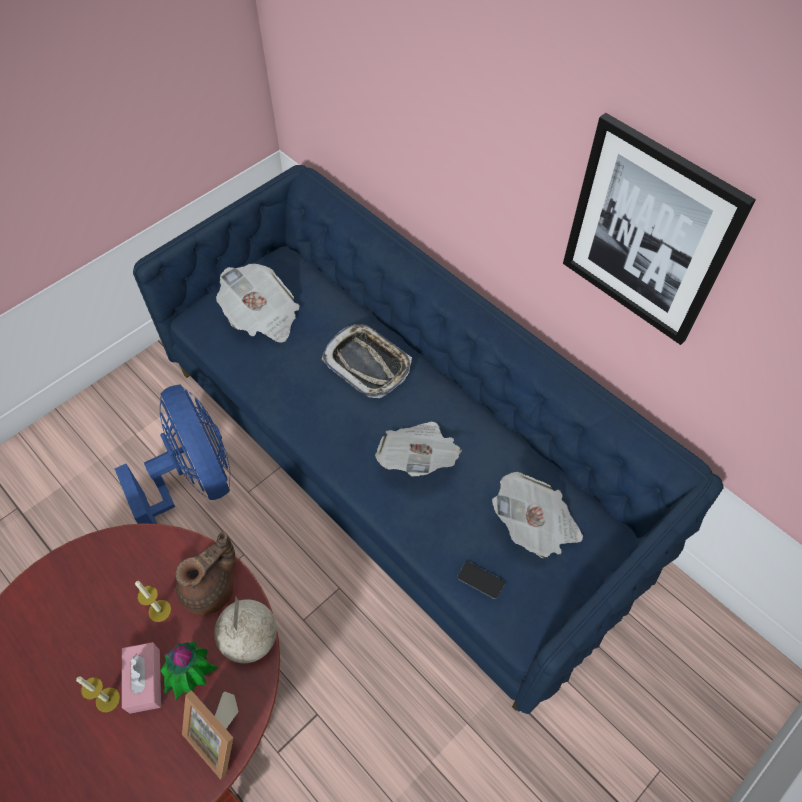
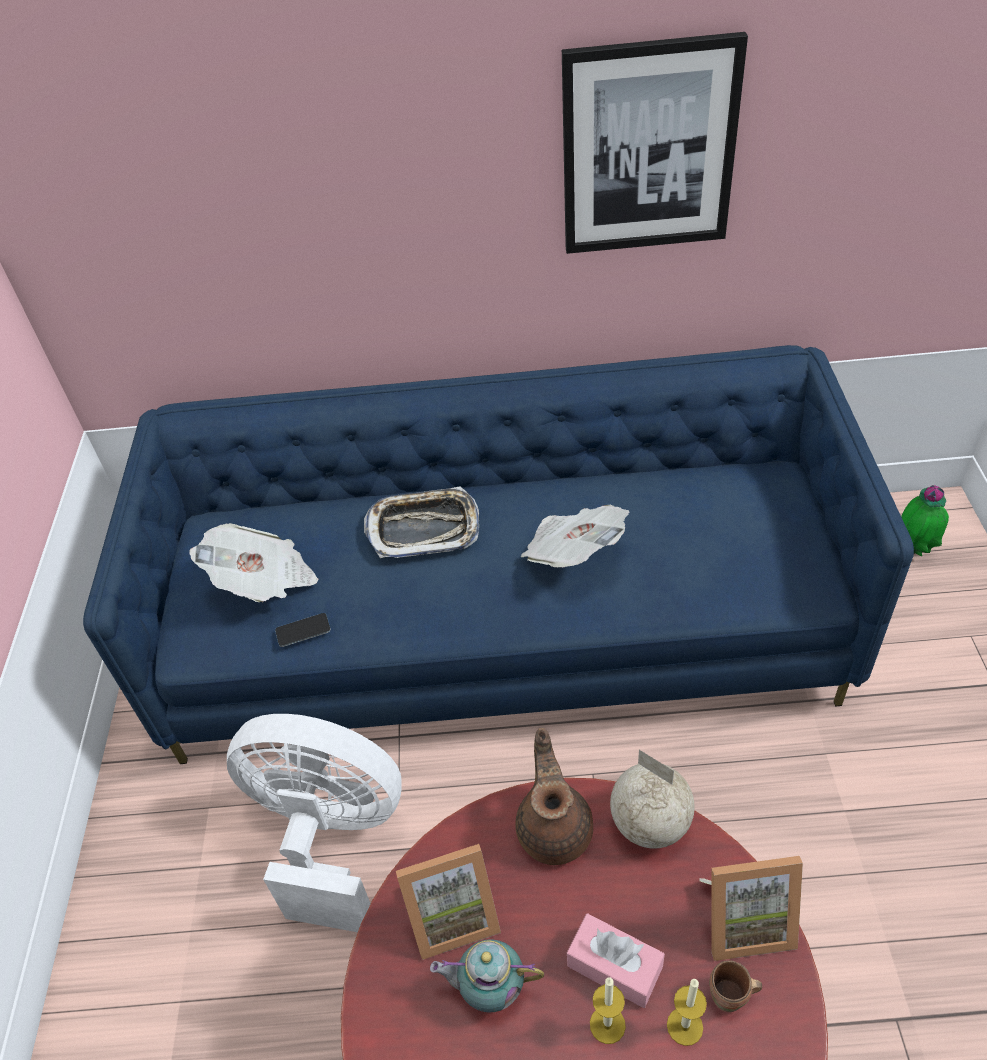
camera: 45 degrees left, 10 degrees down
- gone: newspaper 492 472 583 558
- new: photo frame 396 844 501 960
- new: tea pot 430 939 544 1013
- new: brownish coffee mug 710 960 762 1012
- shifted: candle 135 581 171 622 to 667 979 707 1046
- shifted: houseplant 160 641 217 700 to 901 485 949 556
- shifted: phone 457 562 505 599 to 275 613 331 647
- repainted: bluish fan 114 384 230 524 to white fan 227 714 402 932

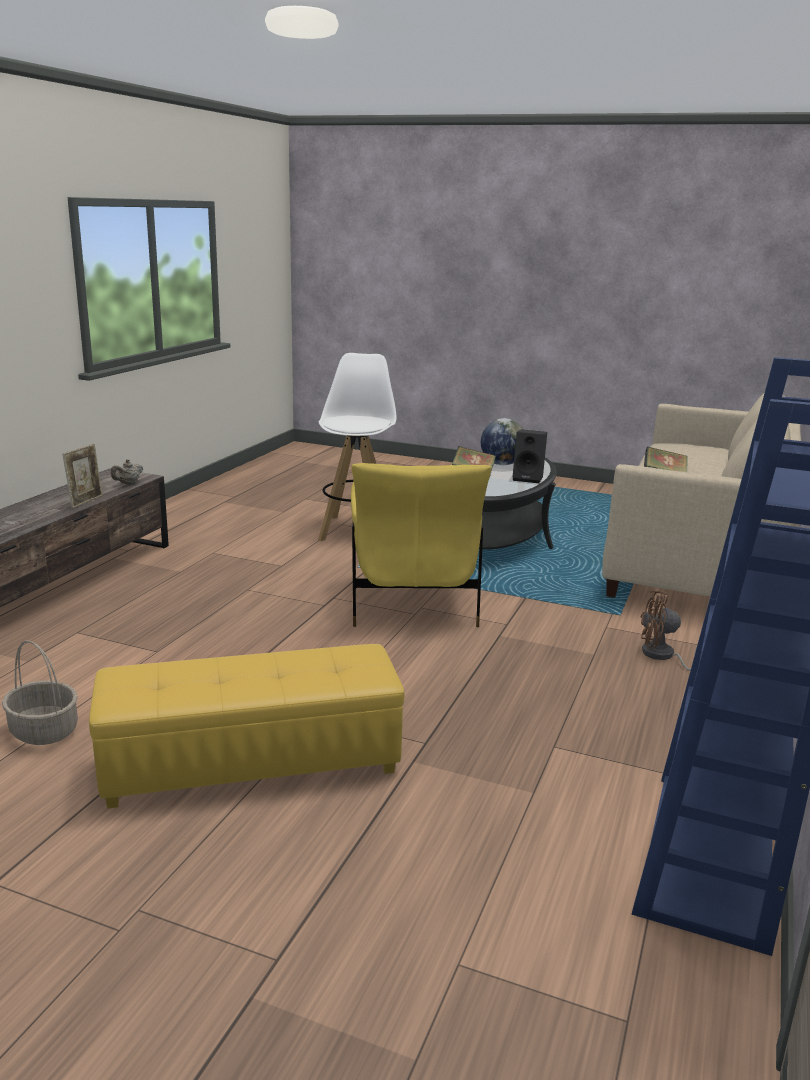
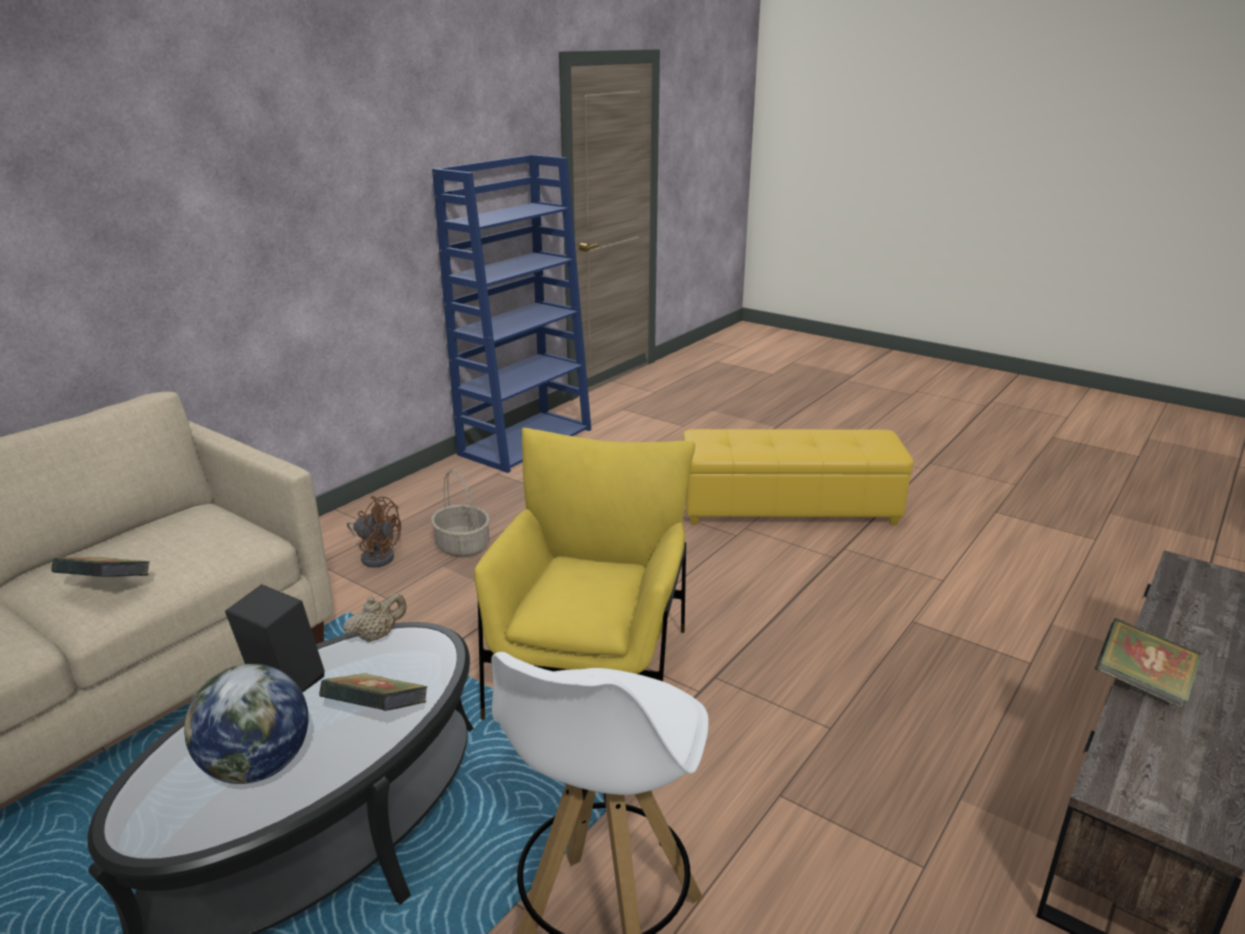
camera: 165 degrees left, 5 degrees up
- shifted: basket 2 641 78 745 to 431 470 490 557
- shifted: beige tea pot 111 459 143 485 to 343 593 407 643
- swapped: photo frame 63 444 103 508 to bound book 1095 618 1202 708

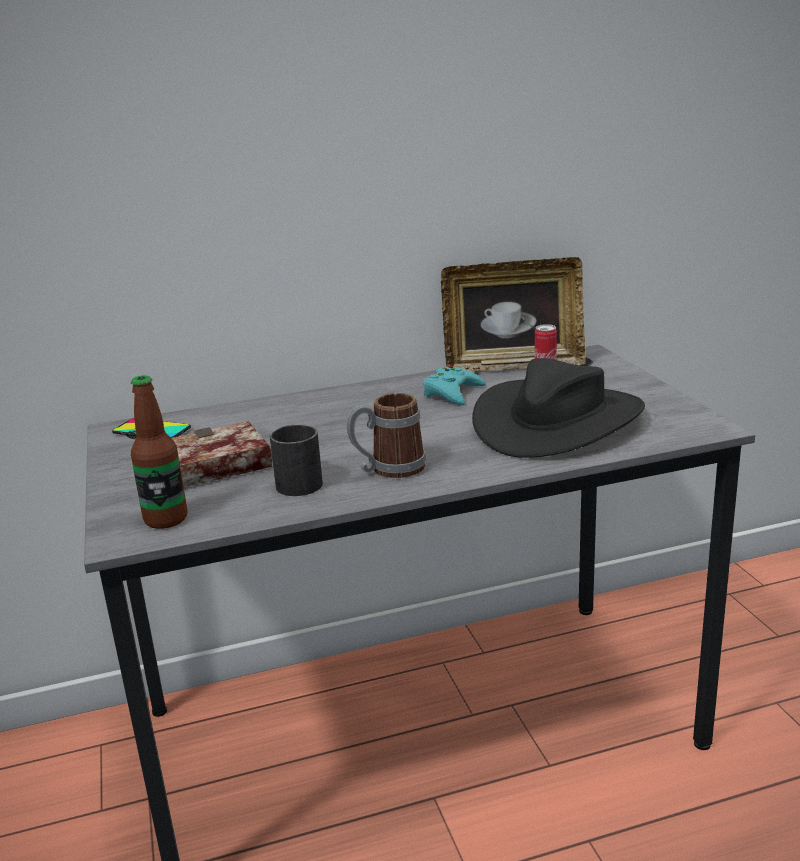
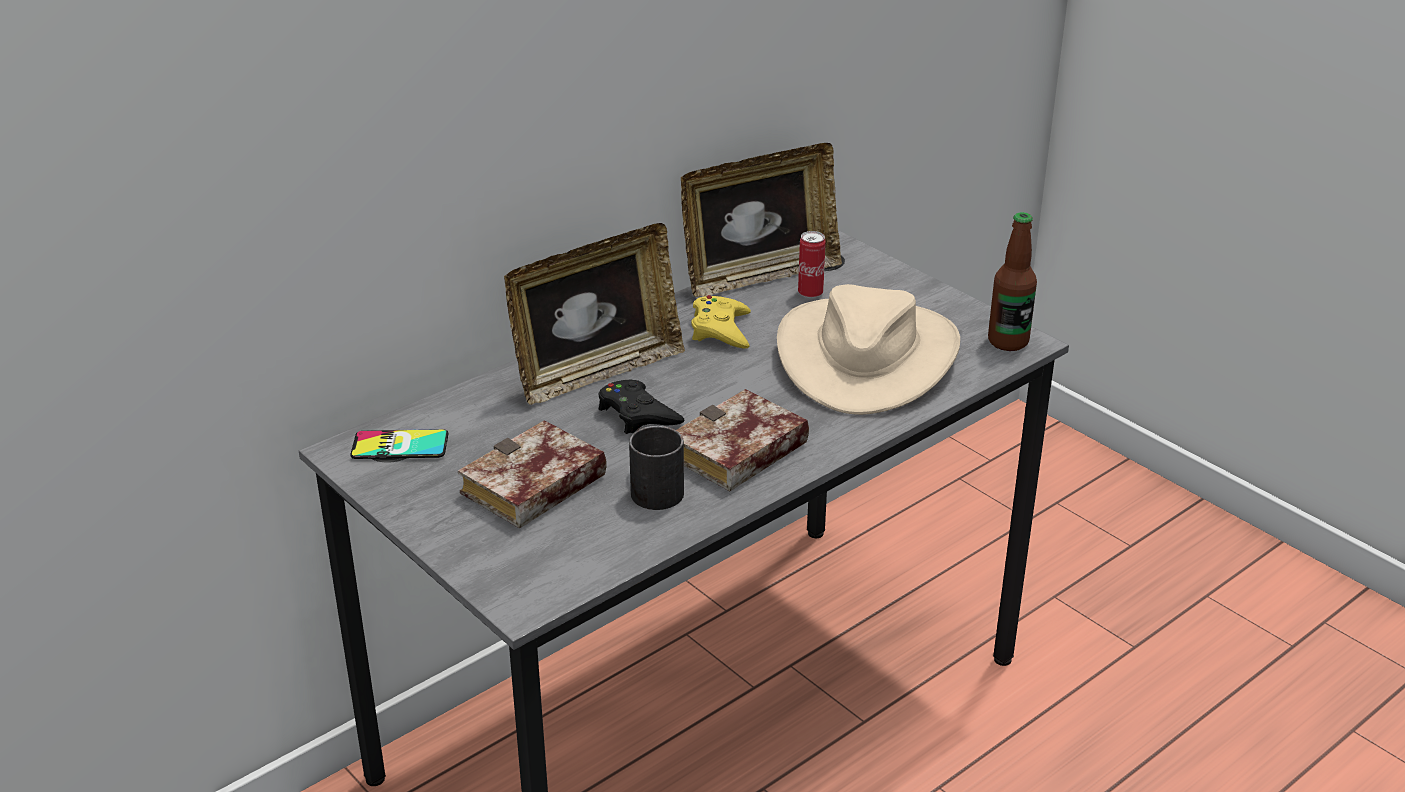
camera: 25 degrees left, 10 degrees up
- new: photo frame 504 223 685 405
- new: blackish gamepad 598 380 684 434
- shifted: bottle 131 375 187 529 to 988 212 1037 351
- swapped: coffee mug 347 393 426 478 to bound book 676 389 809 492
- repainted: turquoise gamepad 423 366 486 406 to yellow gamepad 691 295 751 349
- repainted: blackish clothing hat 472 358 645 458 to beige clothing hat 777 284 960 415

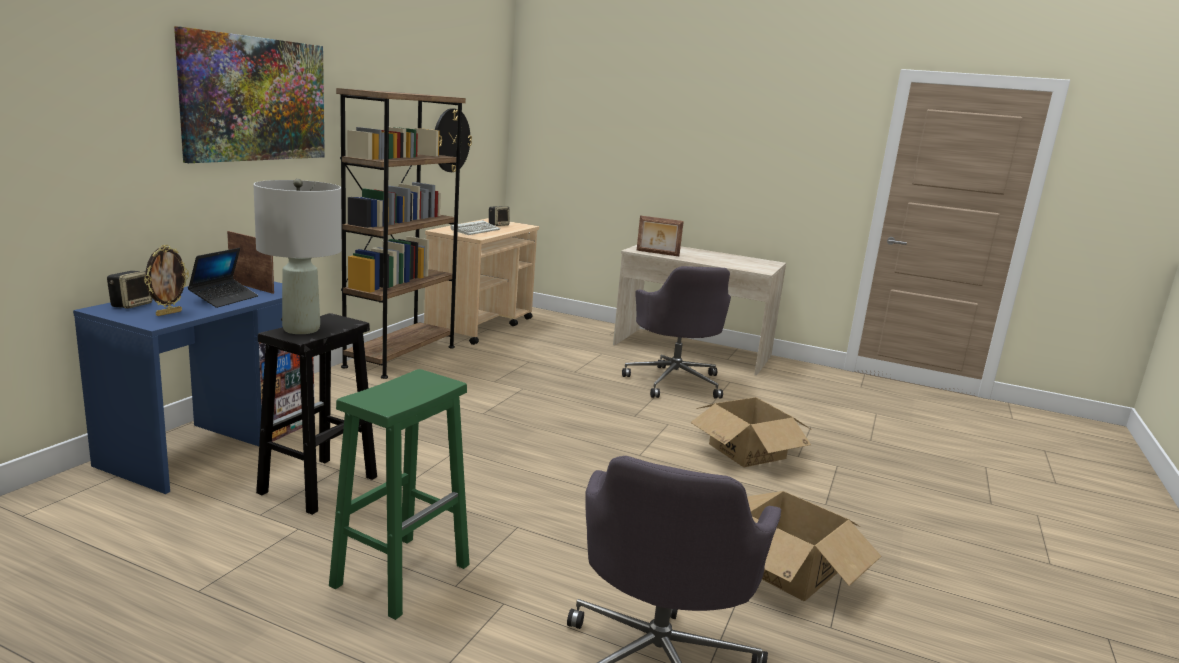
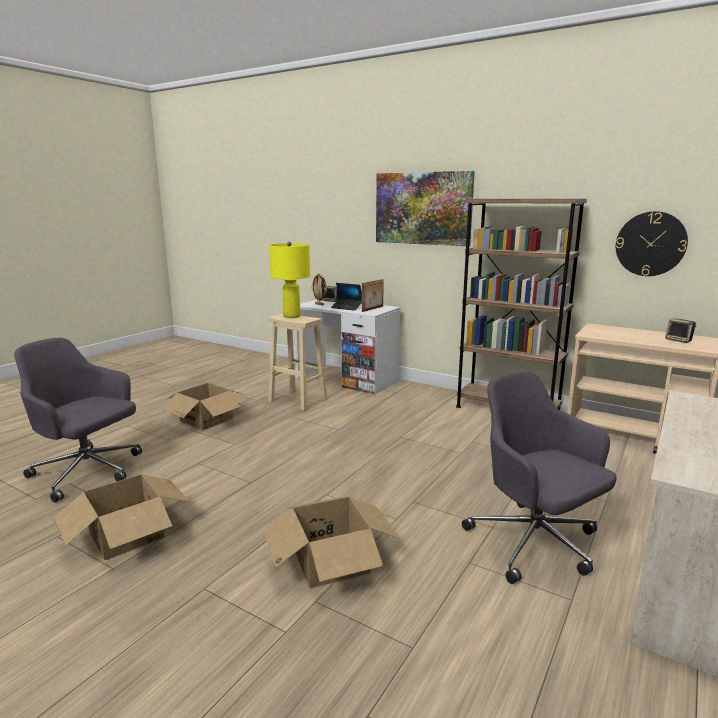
camera: 100 degrees right, 0 degrees up
- gone: PC keyboard 451 220 500 235
- gone: photo frame 637 215 684 256
- swapped: green-coloured stool seat 329 369 469 620 to carton 161 383 246 430
- repainted: bluish desk 73 282 315 494 to white desk 295 300 401 394
- repainted: grey table lamp 253 179 342 334 to yellow table lamp 269 242 310 318
- repainted: blackish stool seat 256 313 377 515 to beige stool seat 268 314 328 411
- rotated: grey office chair 622 266 731 398 = 462 370 616 584 60 degrees clockwise

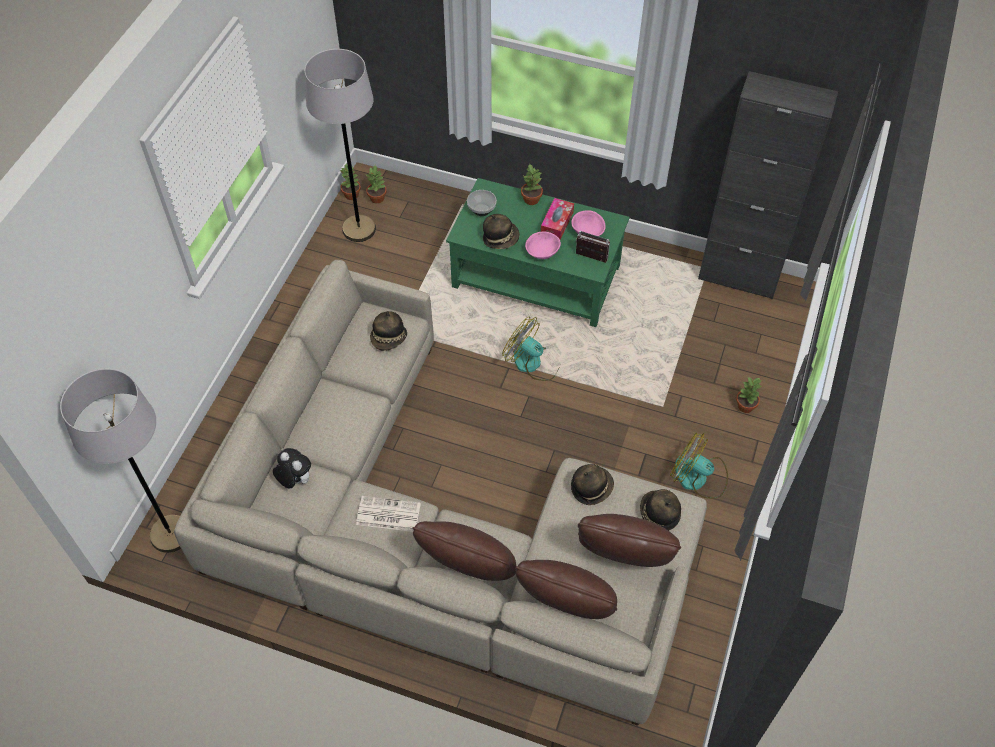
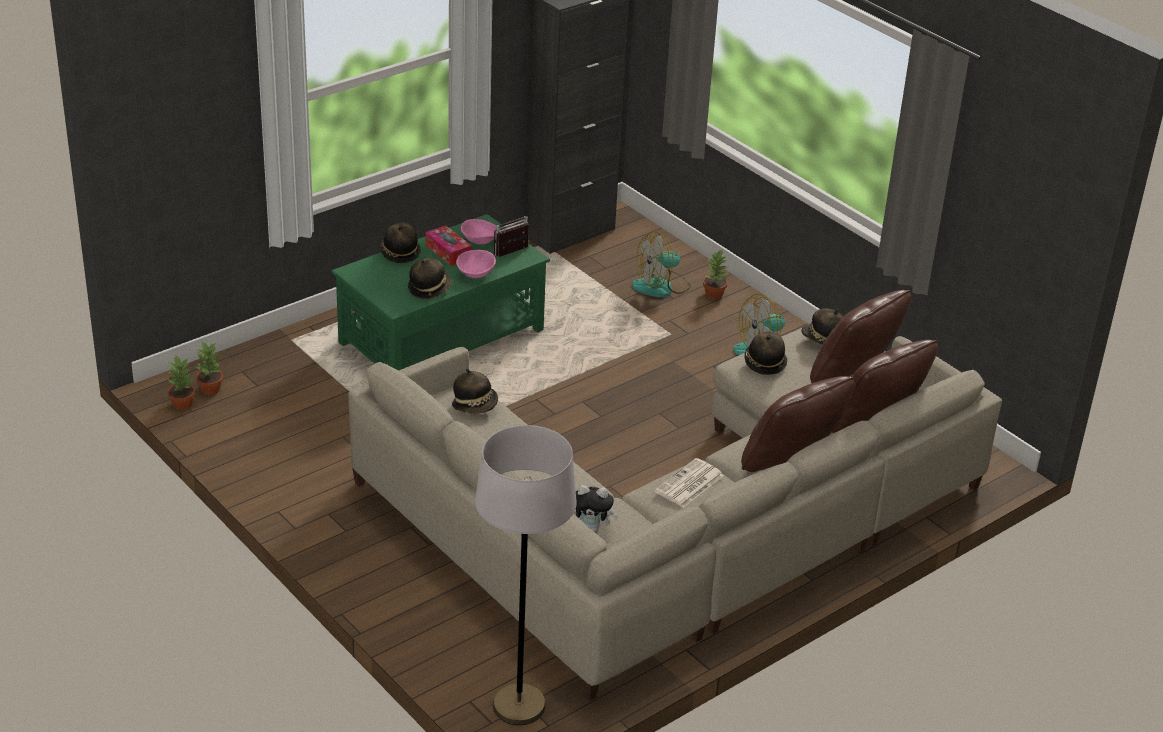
camera: 60 degrees left, 20 degrees down
- gone: grey floor lamp 305 49 376 242
- gone: deep dish 467 190 497 216
- shifted: fan 502 317 559 381 to 632 231 691 297
- swapped: houseplant 521 163 543 205 to clothing hat 380 223 421 263
- rotated: soft toy 273 448 311 488 = 575 485 619 532 150 degrees counterclockwise

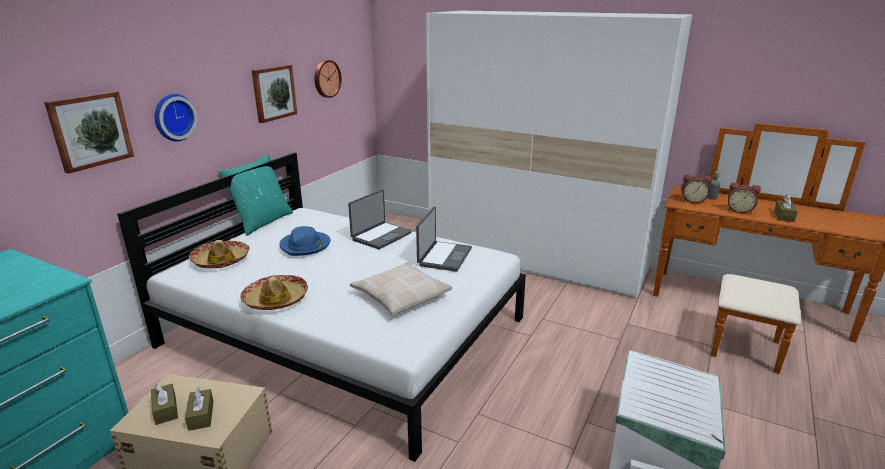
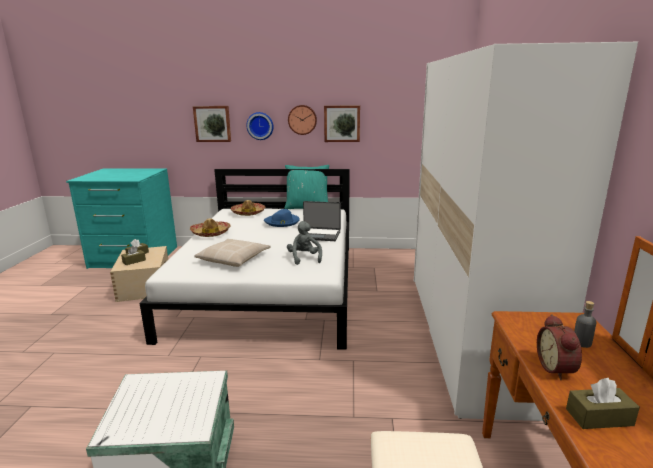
camera: 65 degrees right, 5 degrees down
- gone: alarm clock 681 175 712 203
- shifted: wall clock 314 60 341 98 to 288 105 317 135
- swapped: laptop 416 207 472 272 to grey soft toy 287 221 322 265

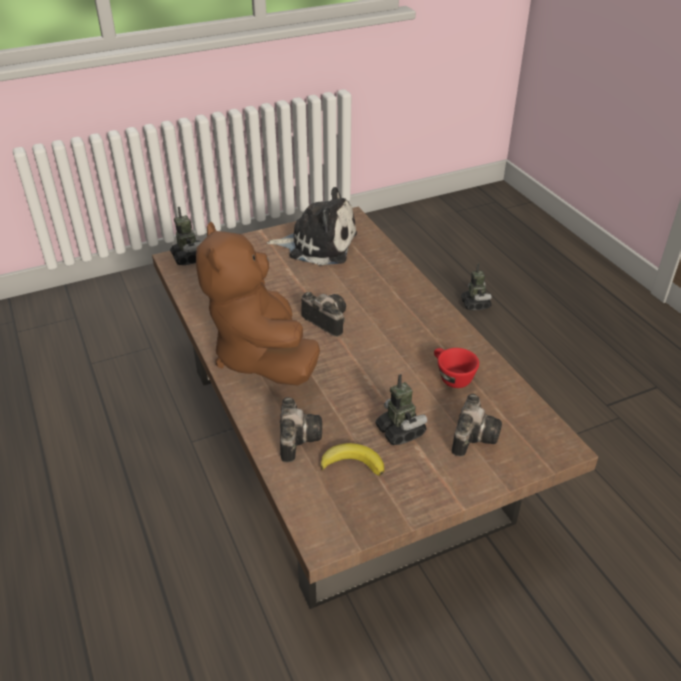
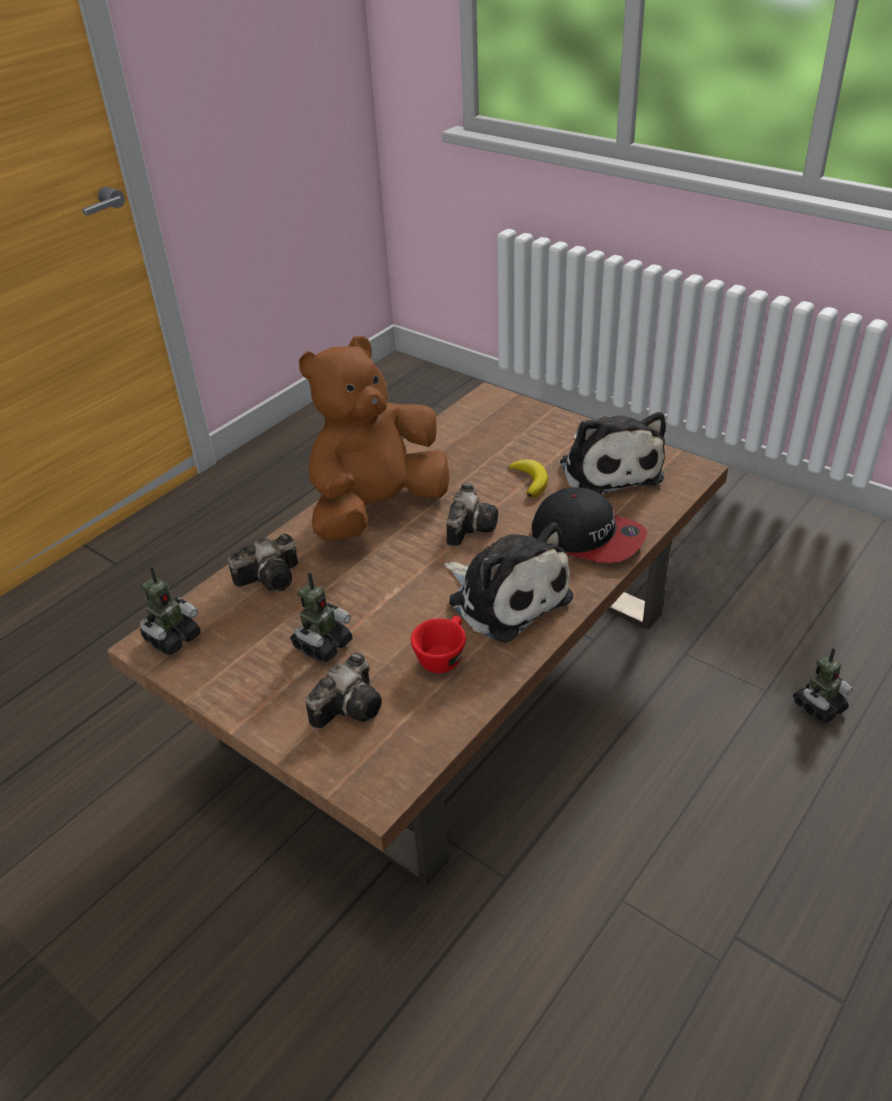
camera: 65 degrees right, 0 degrees up
- new: soft toy 445 522 573 643
- new: peaked cap 532 488 647 563
- shifted: toy robot 170 207 201 265 to 140 566 200 655
- shifted: banana fruit 320 443 384 476 to 508 459 548 498
- rotated: still camera 452 394 502 457 = 305 653 382 729 45 degrees counterclockwise

